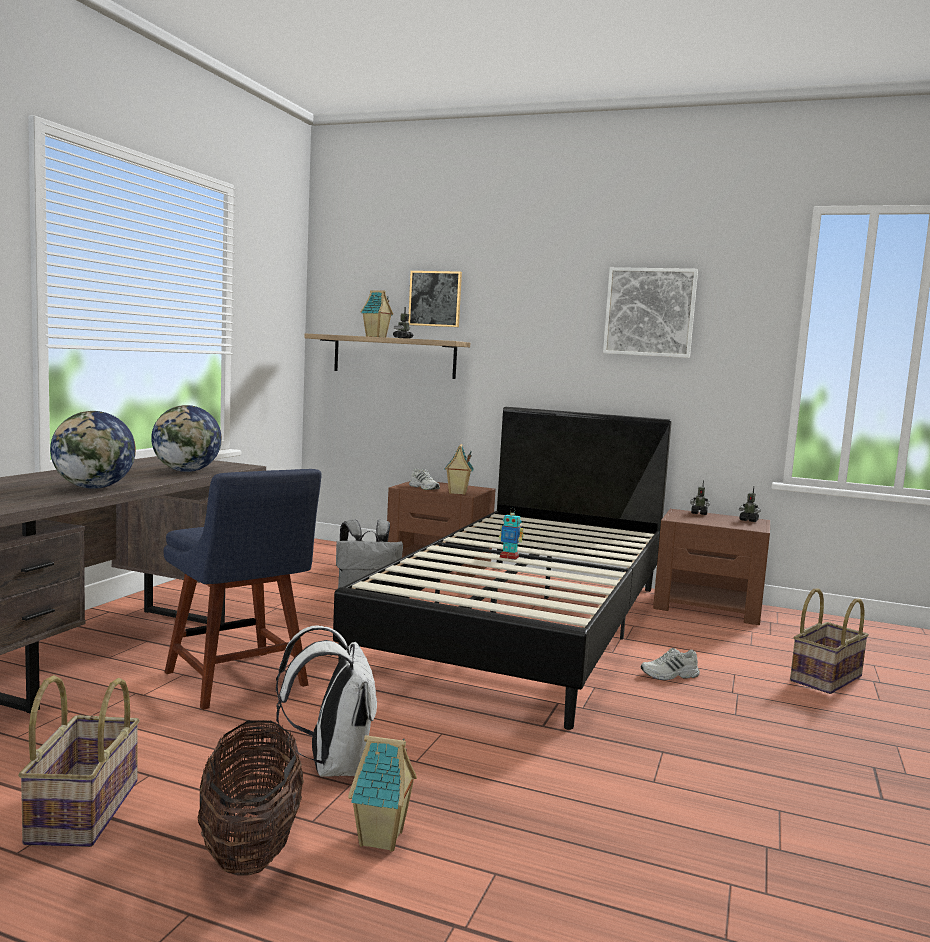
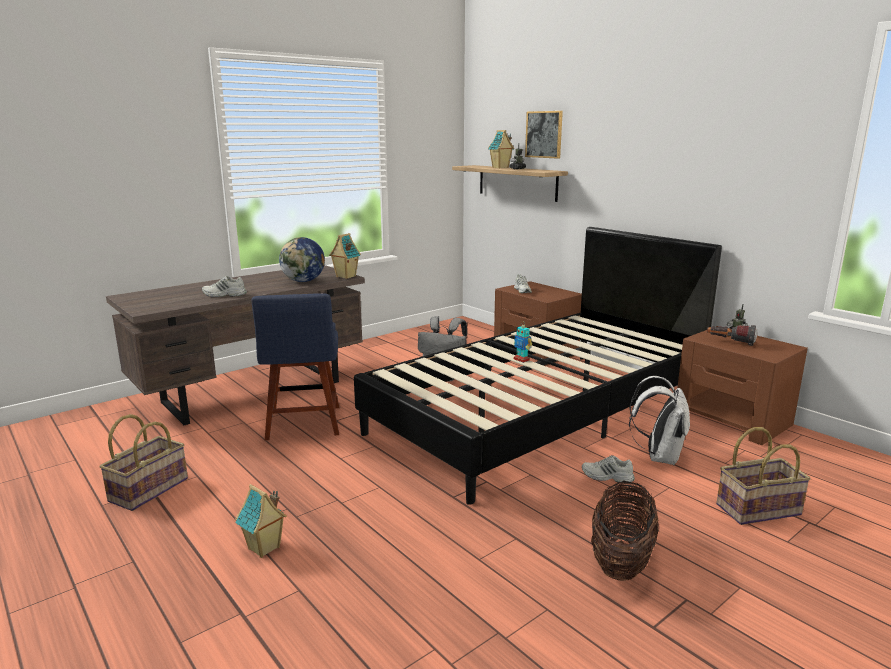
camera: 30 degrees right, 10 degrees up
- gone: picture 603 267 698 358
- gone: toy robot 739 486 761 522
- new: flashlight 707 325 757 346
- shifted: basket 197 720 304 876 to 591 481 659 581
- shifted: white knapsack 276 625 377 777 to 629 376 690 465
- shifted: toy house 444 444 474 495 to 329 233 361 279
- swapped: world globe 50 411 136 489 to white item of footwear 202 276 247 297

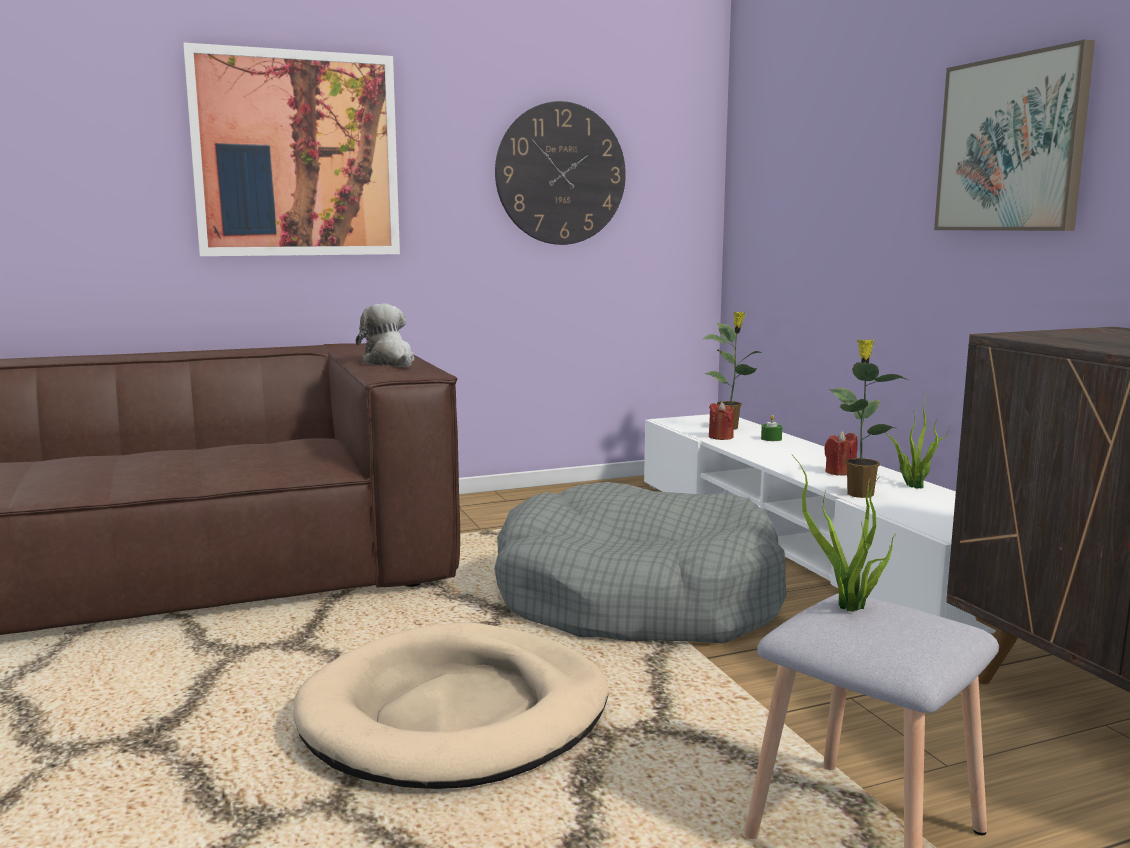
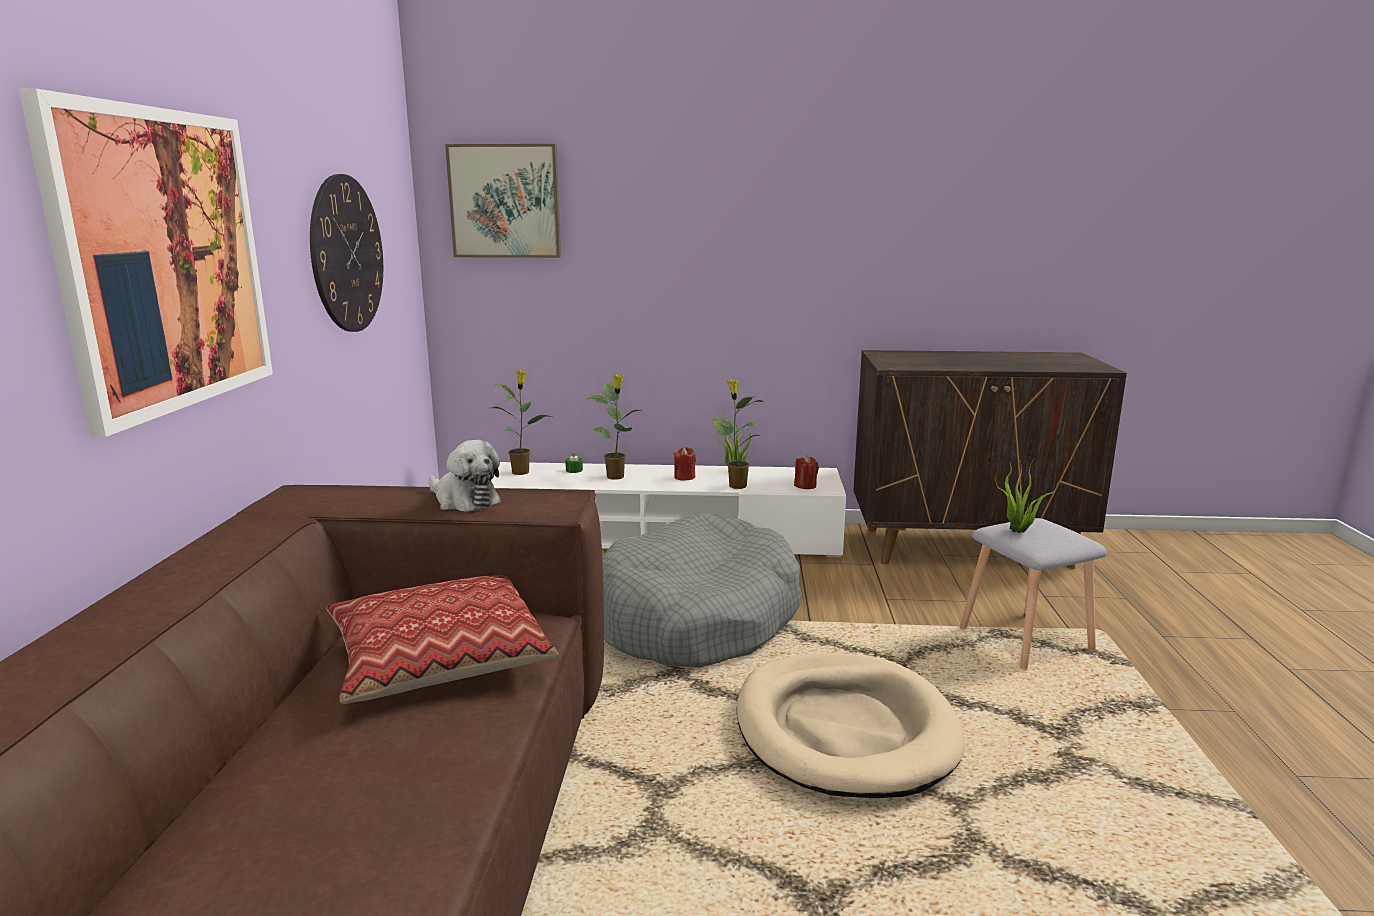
camera: 65 degrees left, 5 degrees up
- new: pillow 326 575 558 704
- new: houseplant 585 374 642 480
- shifted: reddish candle 709 402 734 440 to 794 455 819 489
- shifted: picture 934 39 1095 231 to 445 144 561 258
- rotated: soft toy 356 303 414 367 = 429 440 501 512 135 degrees counterclockwise

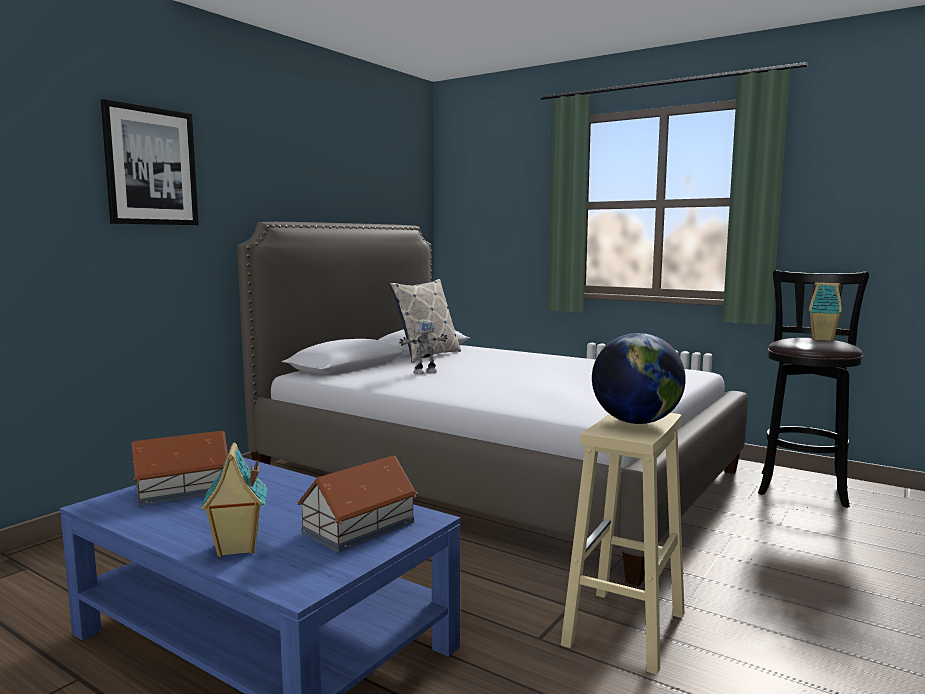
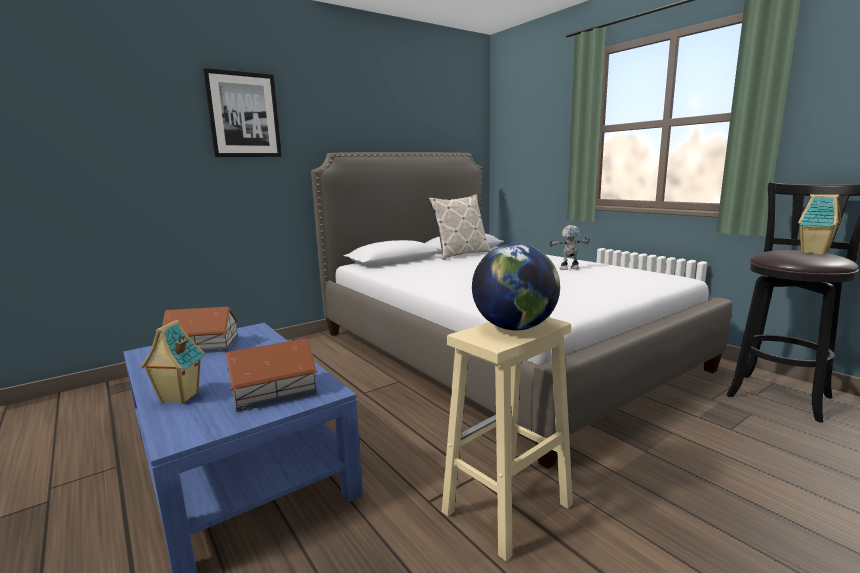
camera: 20 degrees right, 5 degrees up
- shifted: toy robot 399 319 448 374 to 549 225 590 270

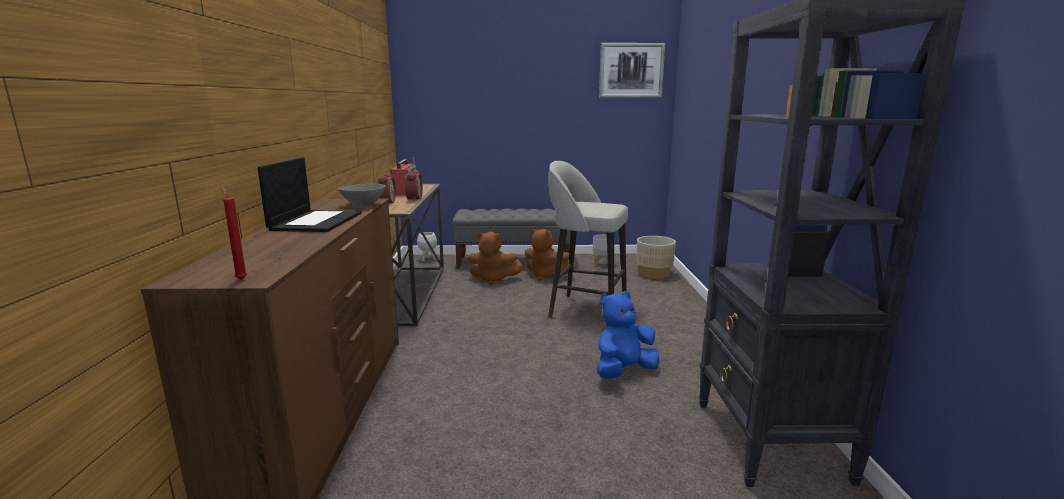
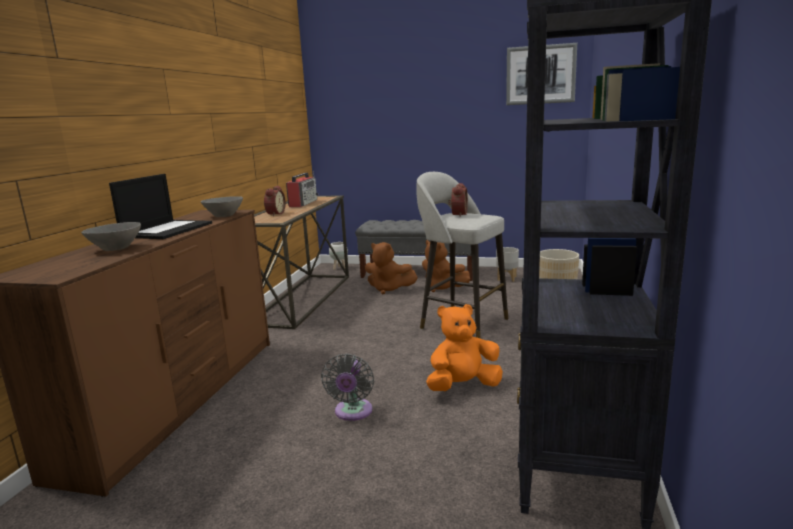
camera: 15 degrees right, 0 degrees up
- gone: reddish candle 222 188 247 280
- new: grey deep dish 81 222 141 251
- new: grey fan 321 354 374 421
- shifted: alarm clock 403 170 423 201 to 448 183 468 217
- repainted: bluish soft toy 597 291 659 379 to orange-coloured soft toy 426 304 503 391

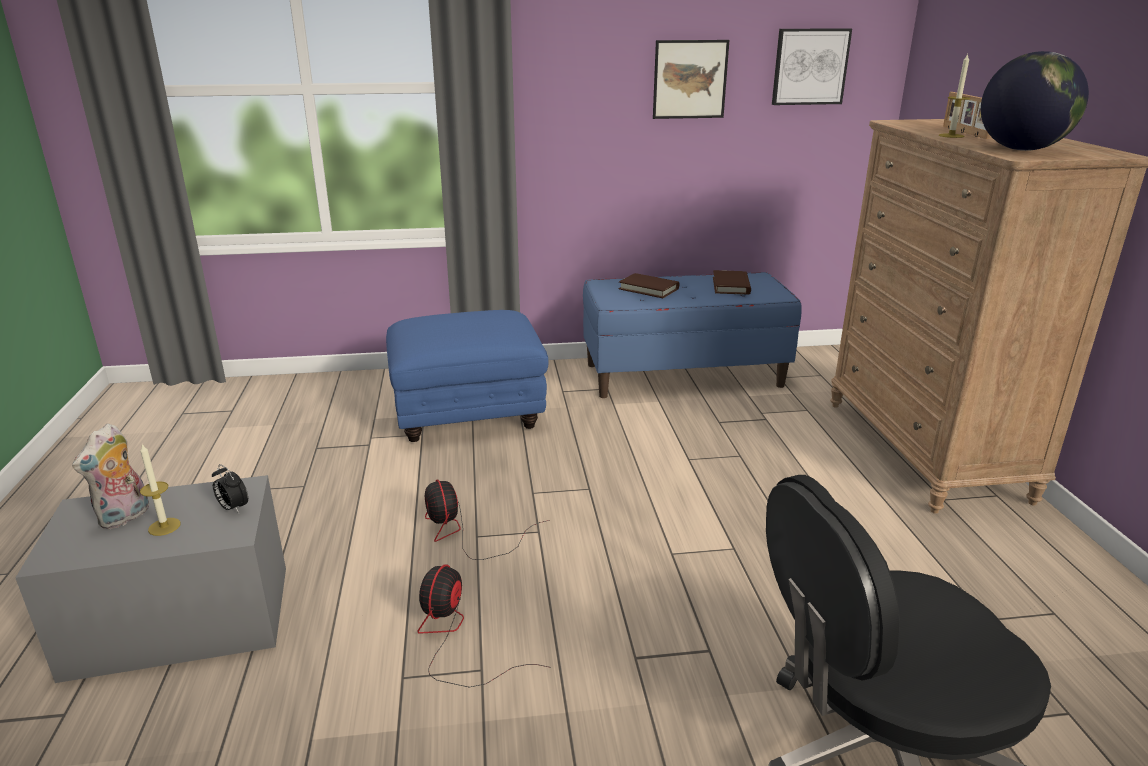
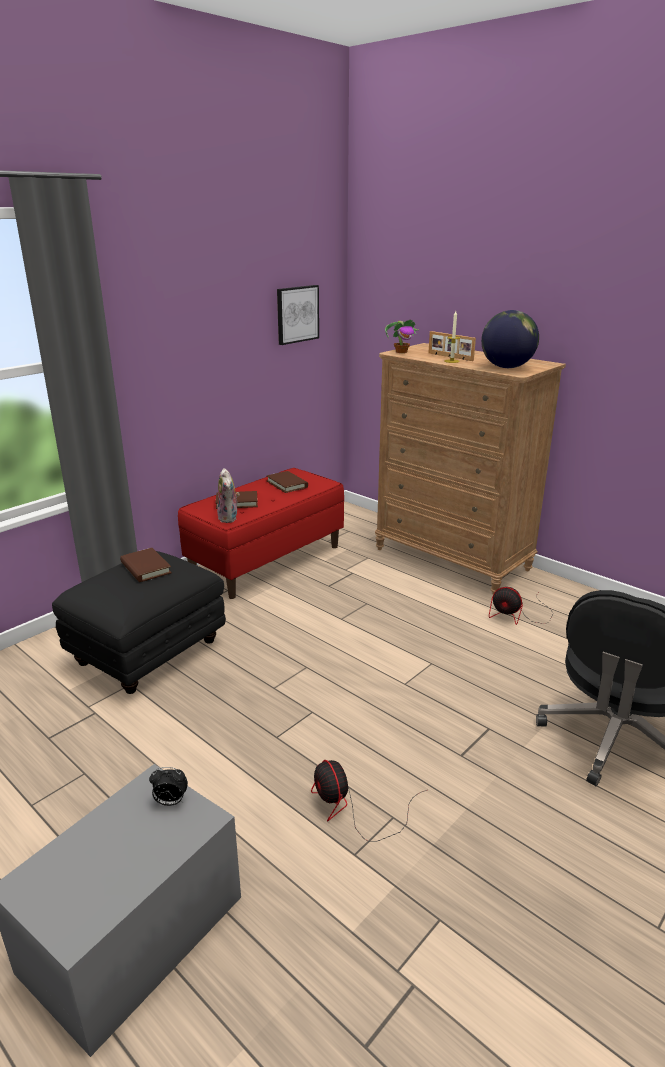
camera: 40 degrees left, 0 degrees up
- gone: candle 140 444 181 536
- gone: picture 653 40 729 119
- new: brownish bound book 120 548 172 582
- new: houseplant 385 319 418 353
- shifted: soft toy 72 423 149 529 to 217 468 240 523
- shifted: fan 425 480 550 560 to 489 587 553 625
- repainted: bluish footrest 386 310 548 442 to blackish footrest 52 551 226 694
- repainted: bluish bench 583 272 802 398 to reddish bench 178 468 344 599

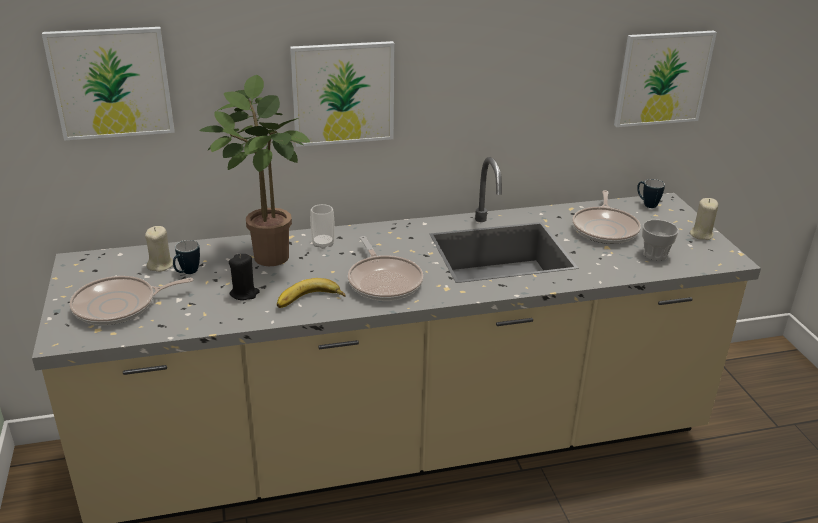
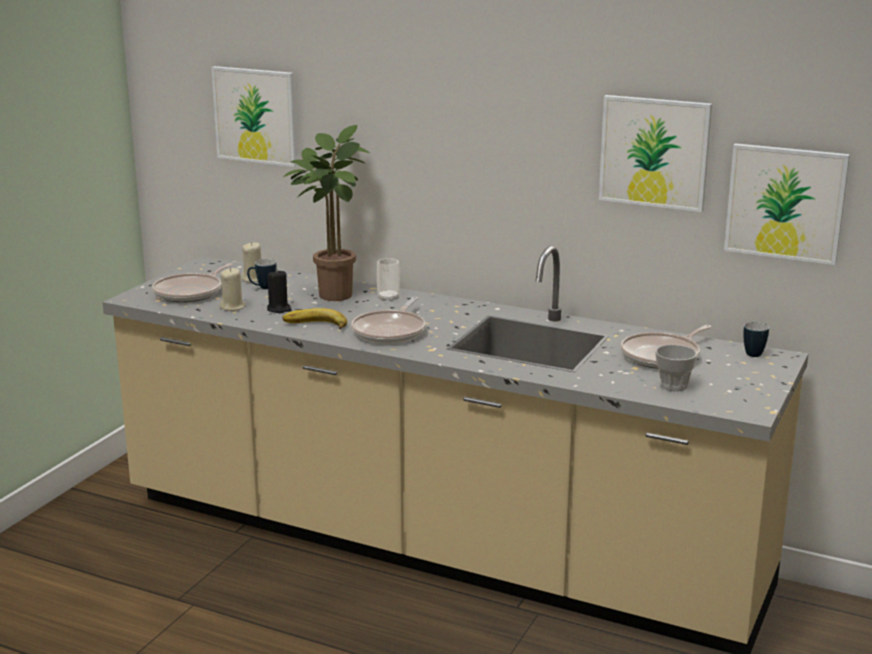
camera: 40 degrees right, 10 degrees down
- shifted: picture 290 41 394 147 to 599 95 712 212
- shifted: beige candle 690 198 718 240 to 220 268 246 311
- rotated: frying pan 70 276 194 325 = 152 263 233 302 75 degrees counterclockwise

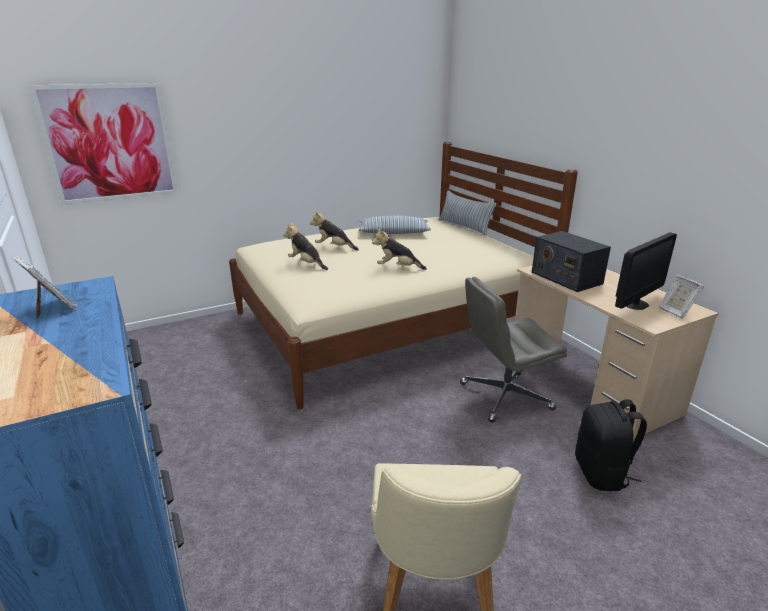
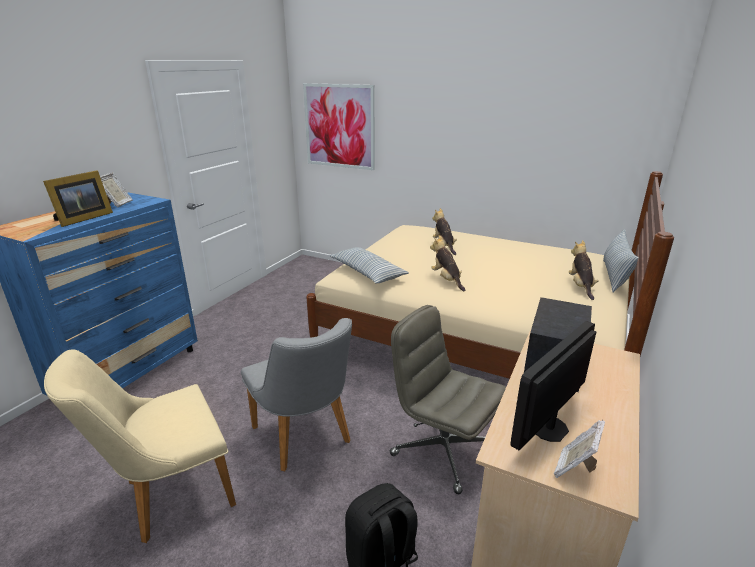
camera: 55 degrees right, 0 degrees up
- new: photo frame 43 170 113 227
- new: grey upright chair 241 318 352 471
- shifted: soft toy 283 222 328 270 to 569 240 599 300
- shifted: pillow 358 216 431 234 to 330 247 409 283
- rotated: computer screen 615 232 677 310 = 511 321 596 450 120 degrees clockwise

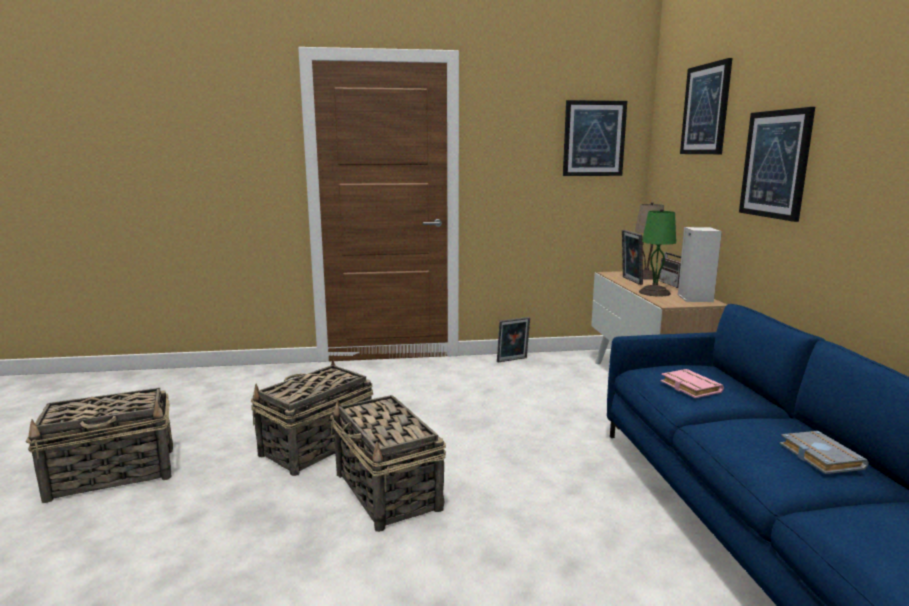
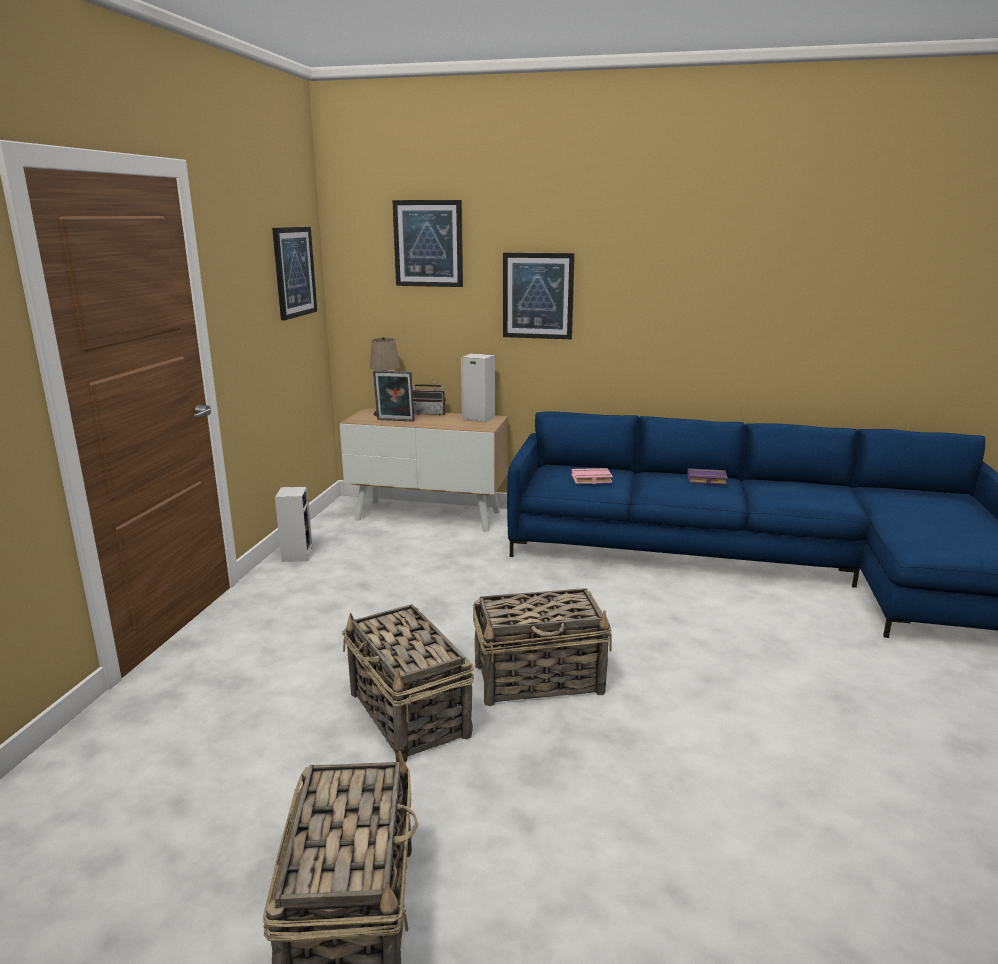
camera: 70 degrees left, 5 degrees up
- gone: green-coloured table lamp 639 209 676 296
- swapped: photo frame 497 317 530 362 to audio speaker 275 487 313 562
- repainted: grey bound book 780 431 869 474 to purplish bound book 687 468 728 485

